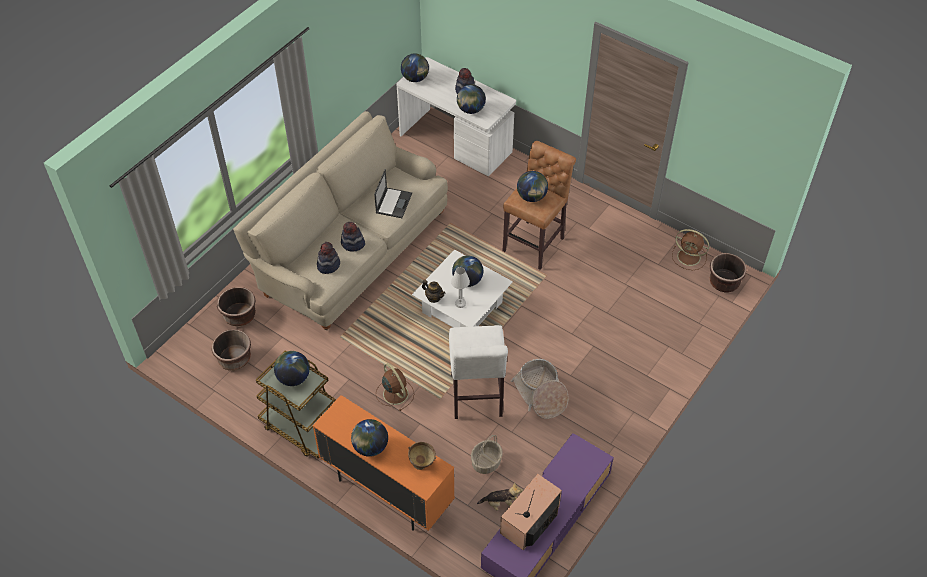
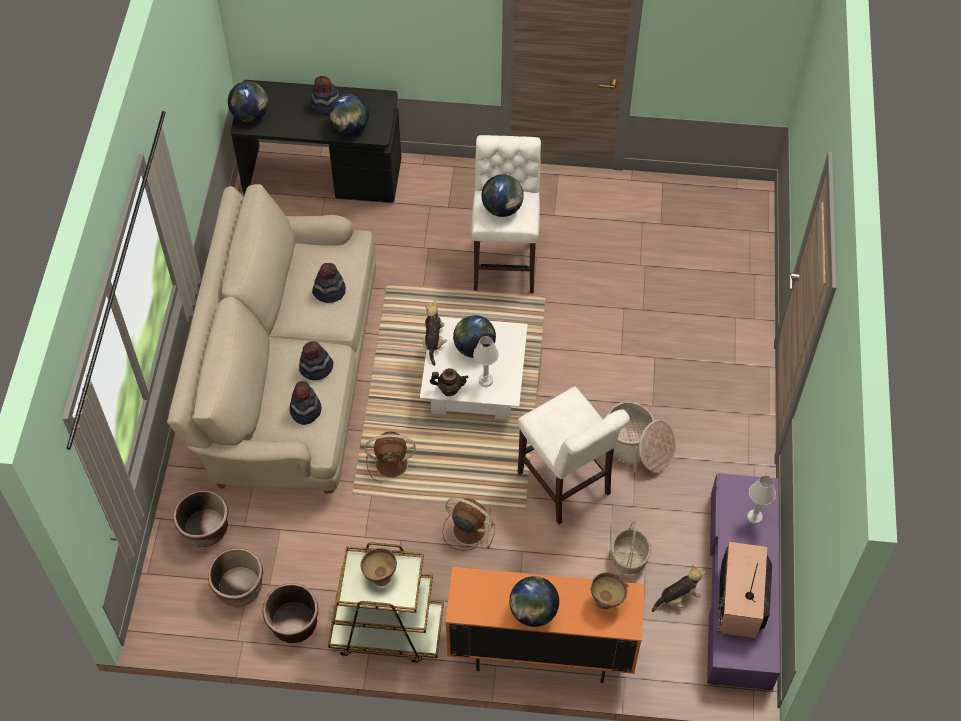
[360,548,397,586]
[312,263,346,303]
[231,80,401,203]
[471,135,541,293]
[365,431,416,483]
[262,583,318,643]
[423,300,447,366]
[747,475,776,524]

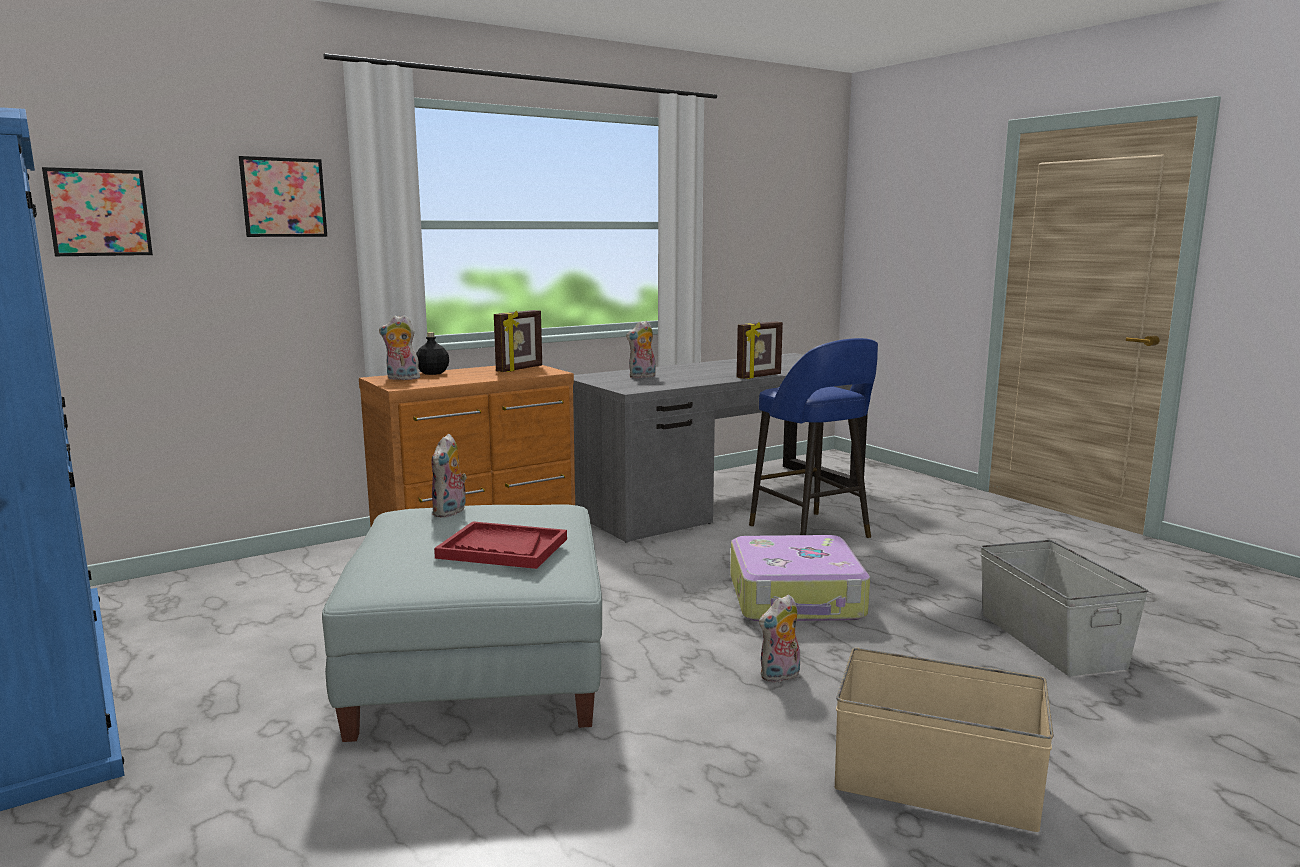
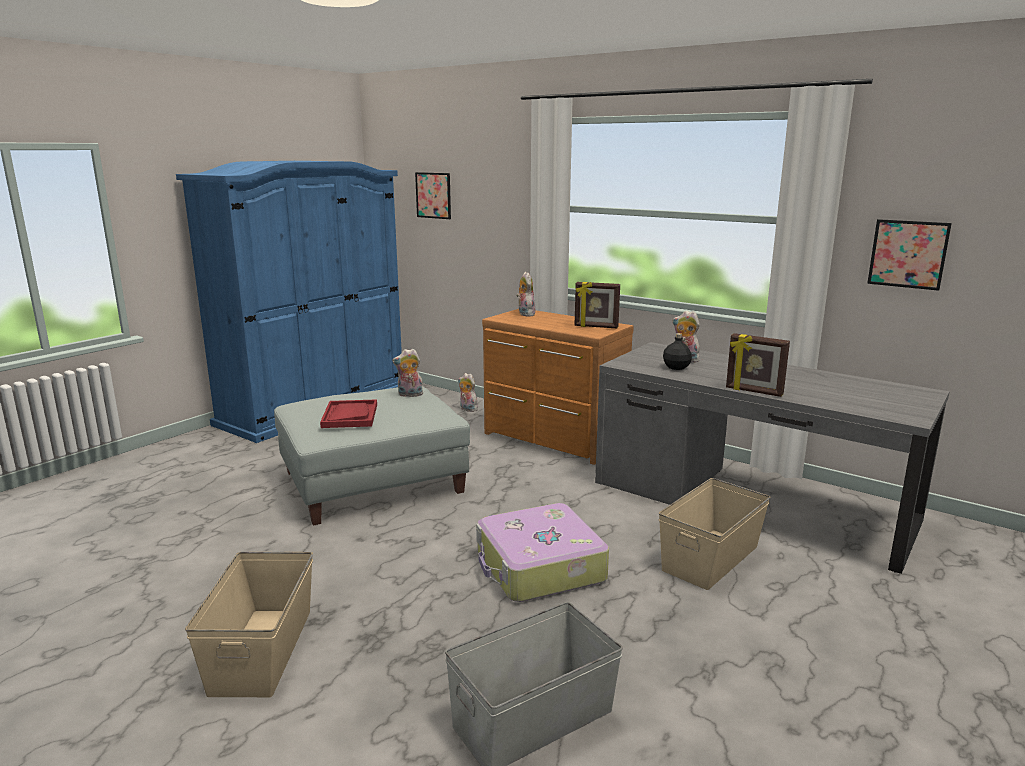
[867,219,952,291]
[663,333,692,370]
[659,478,771,590]
[458,373,479,412]

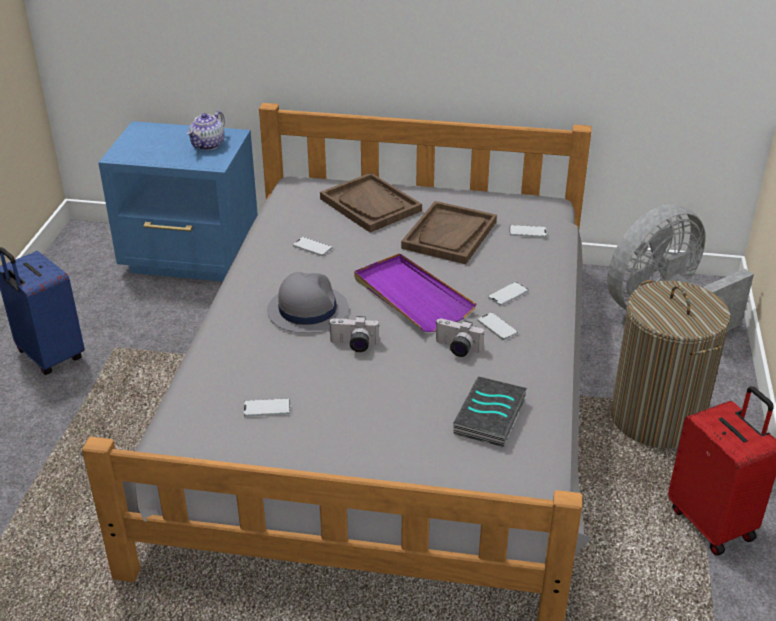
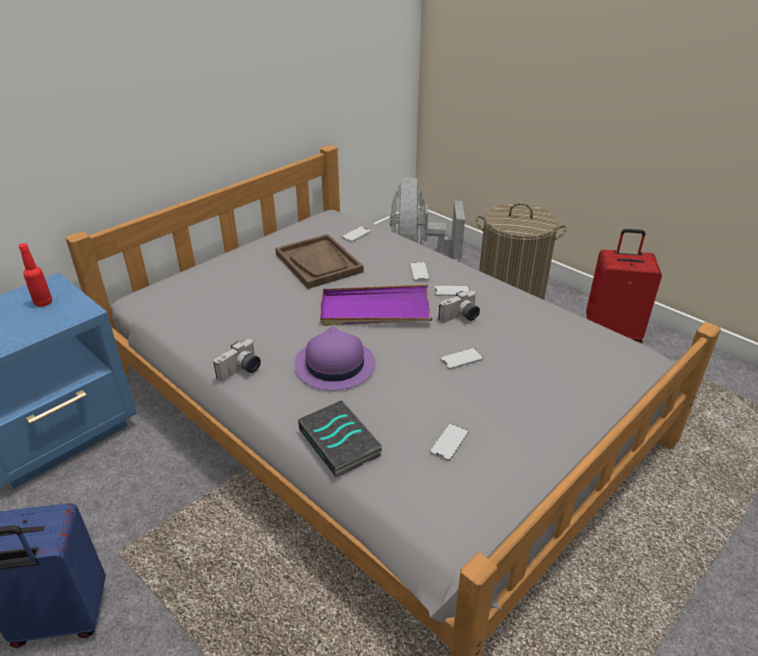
[19,243,52,307]
[294,326,376,390]
[440,348,483,369]
[320,173,422,233] (first image)
[213,339,261,381]
[298,400,382,478]

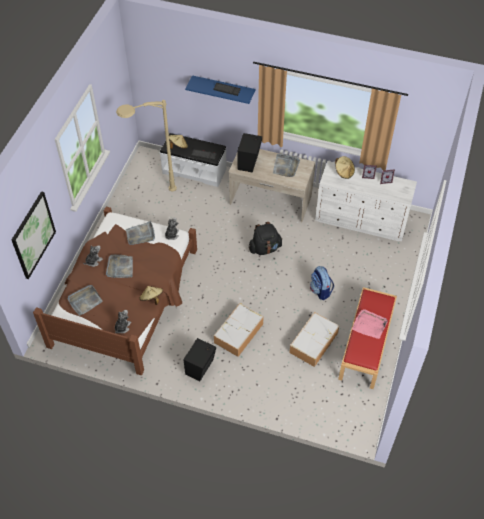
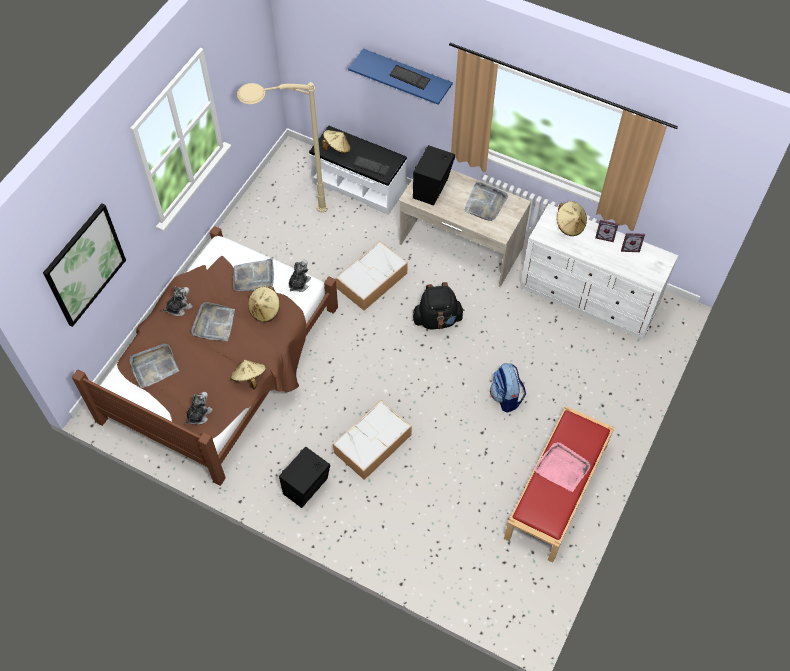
[336,241,408,311]
[248,286,280,322]

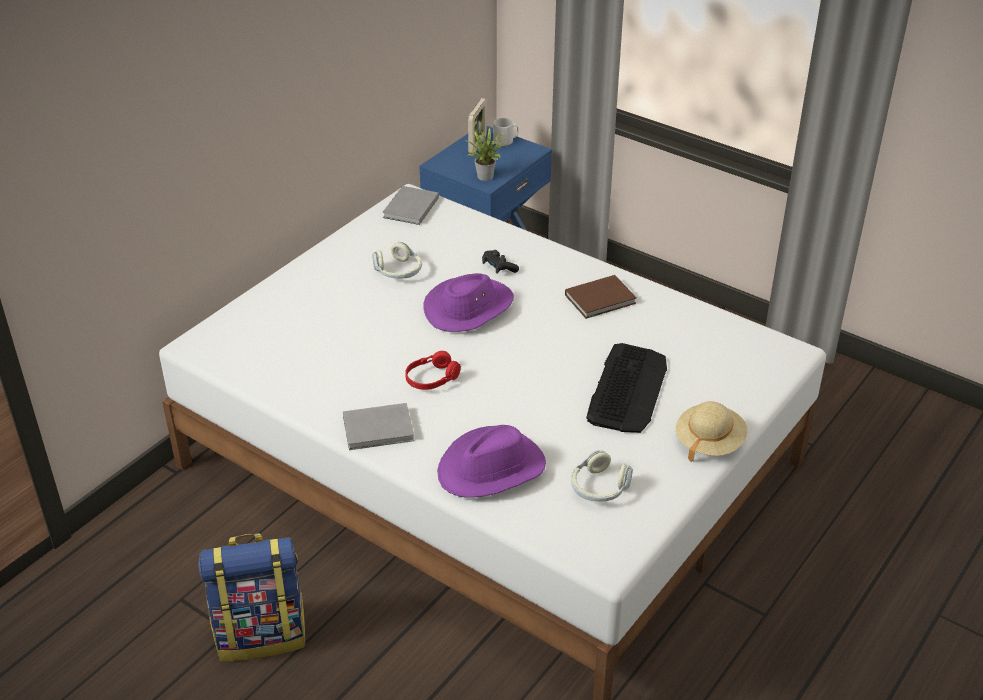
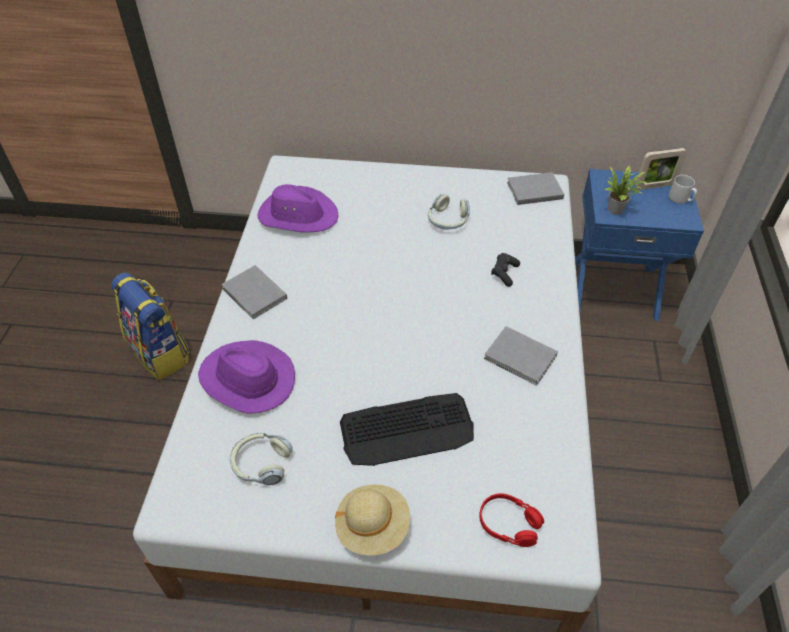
[479,493,544,547]
[258,184,339,232]
[484,326,558,386]

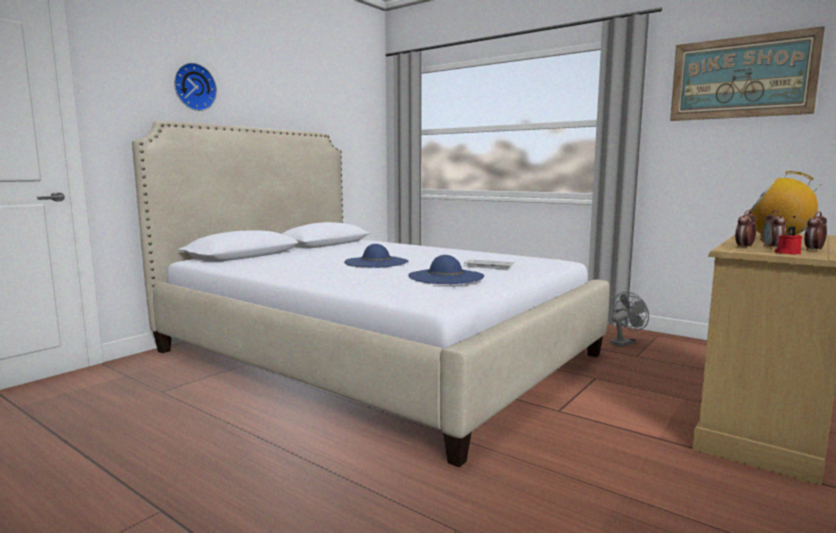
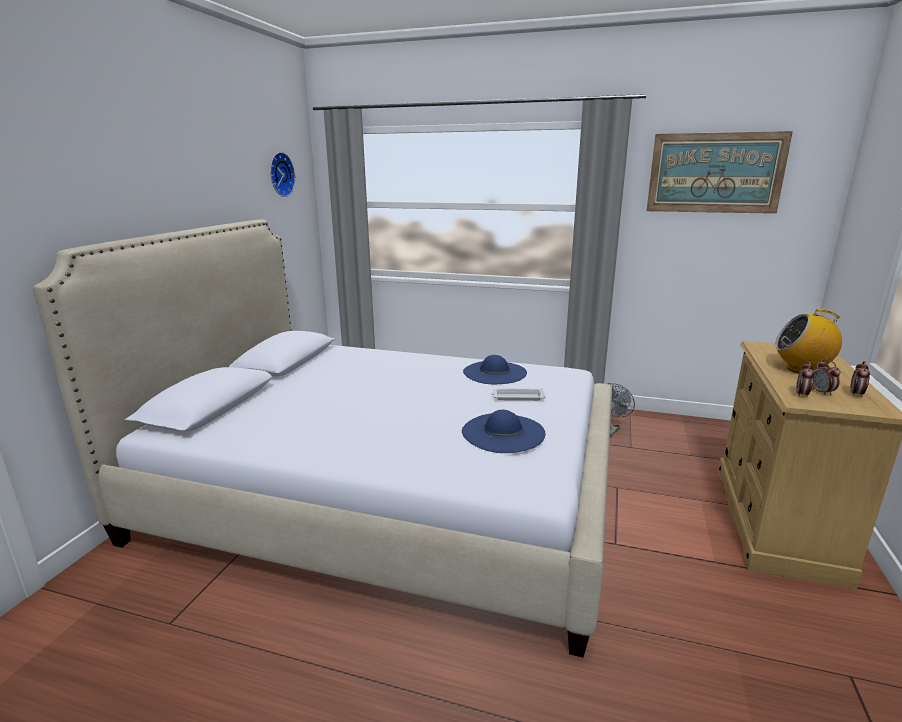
[270,152,295,197]
[463,355,527,384]
[775,226,802,255] (first image)

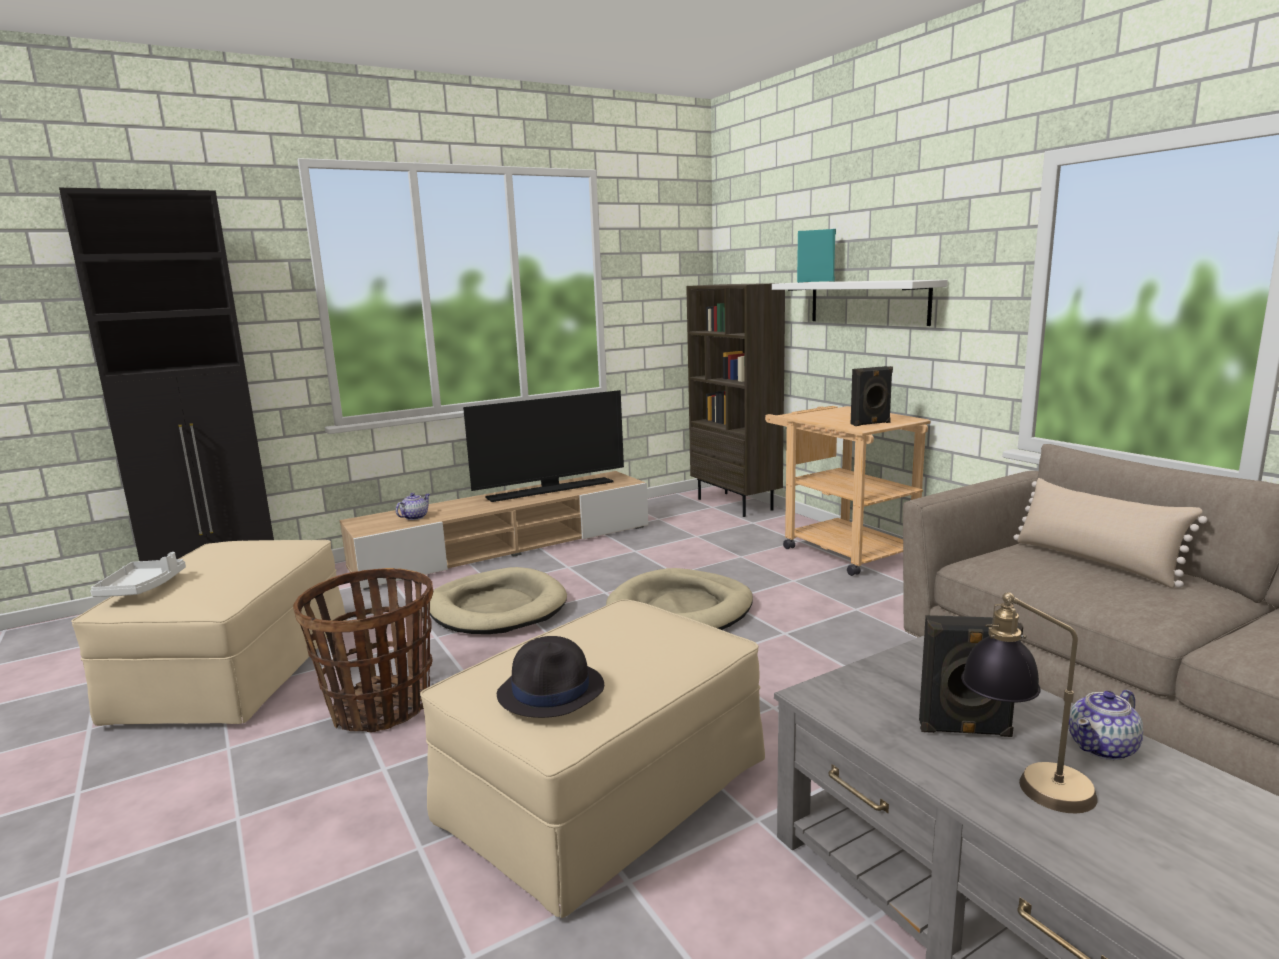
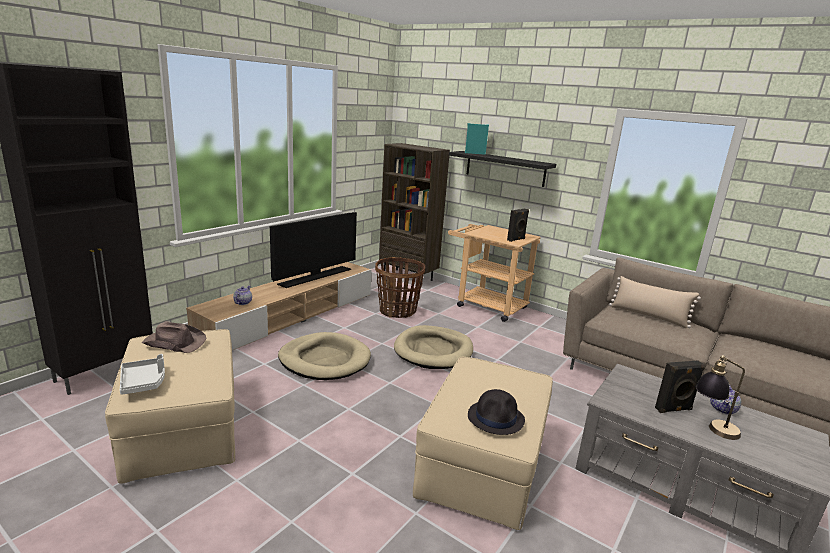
[375,257,425,318]
[449,151,556,187]
[142,321,207,353]

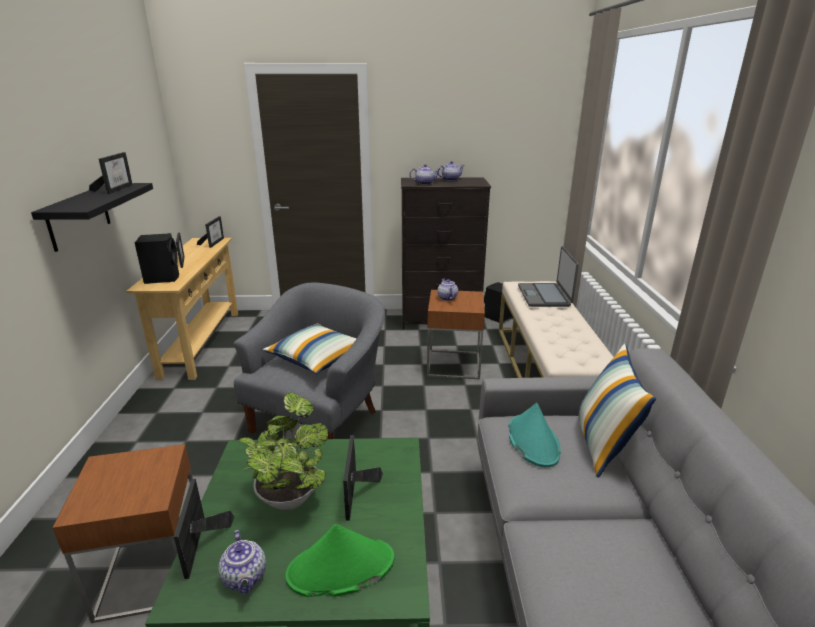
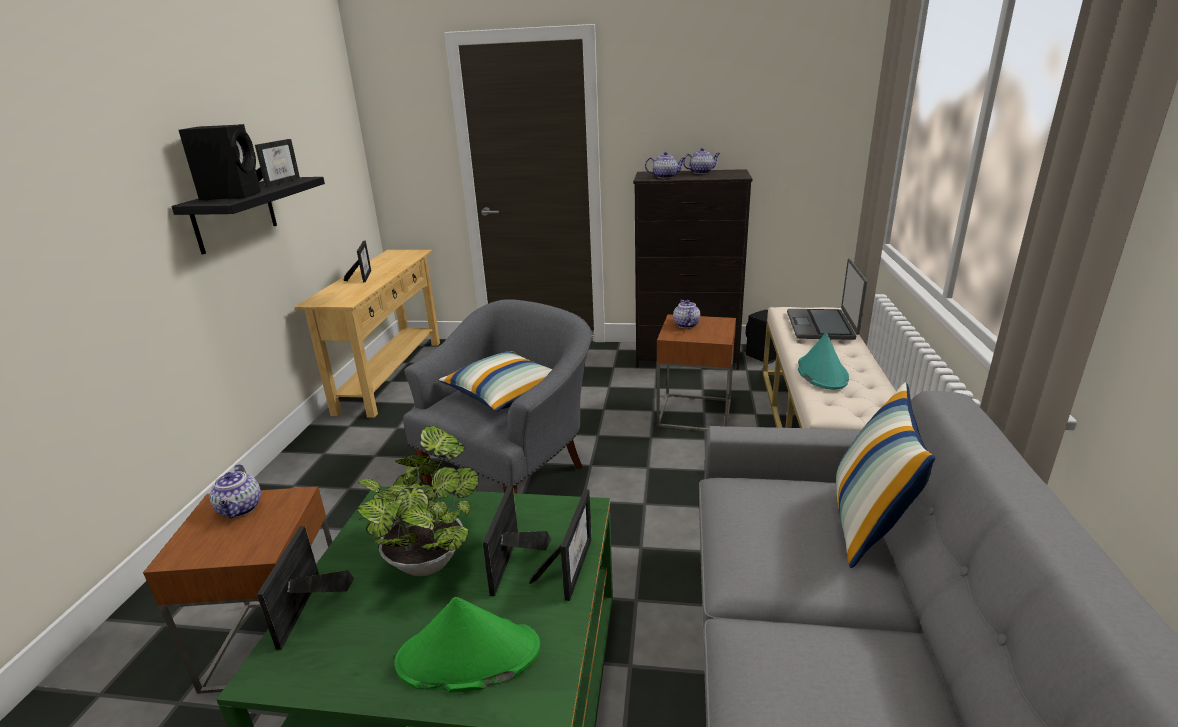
[179,124,261,201]
[529,489,592,601]
[210,464,261,518]
[798,333,849,390]

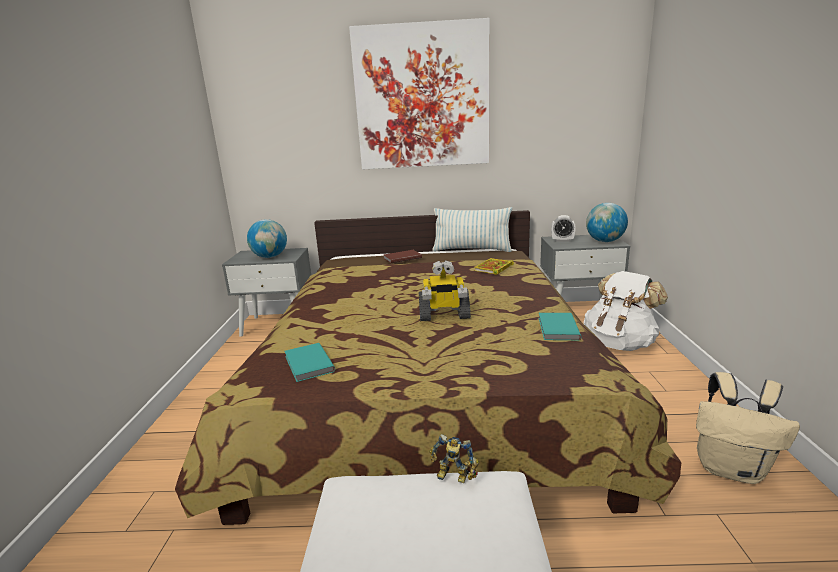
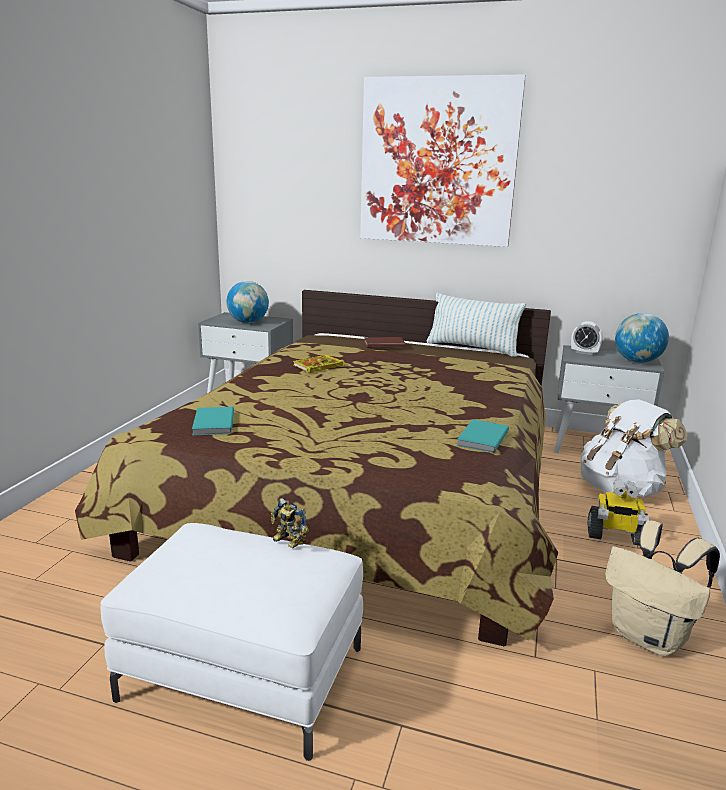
[587,480,649,545]
[293,355,345,373]

